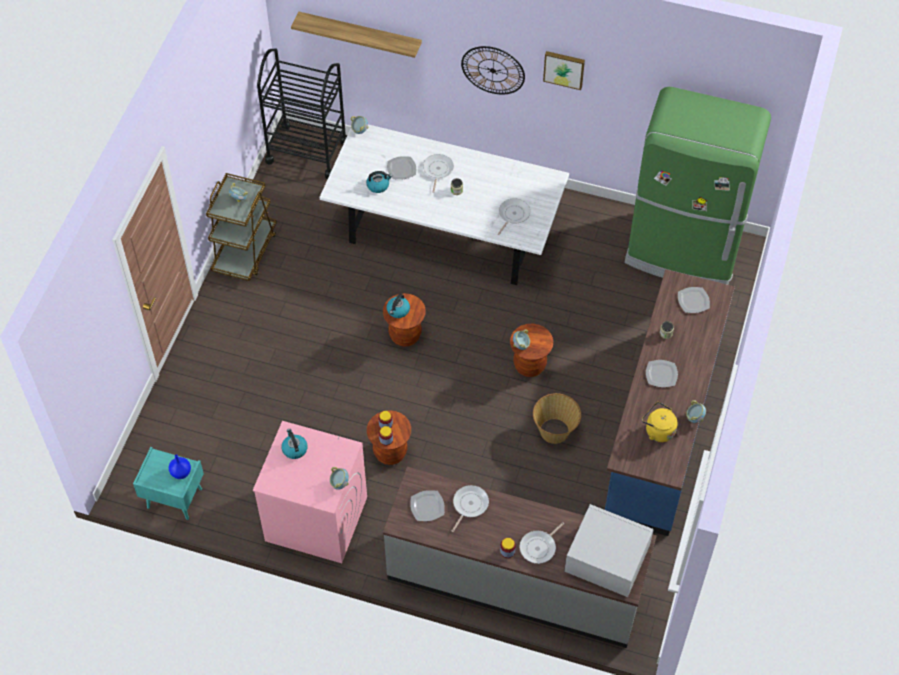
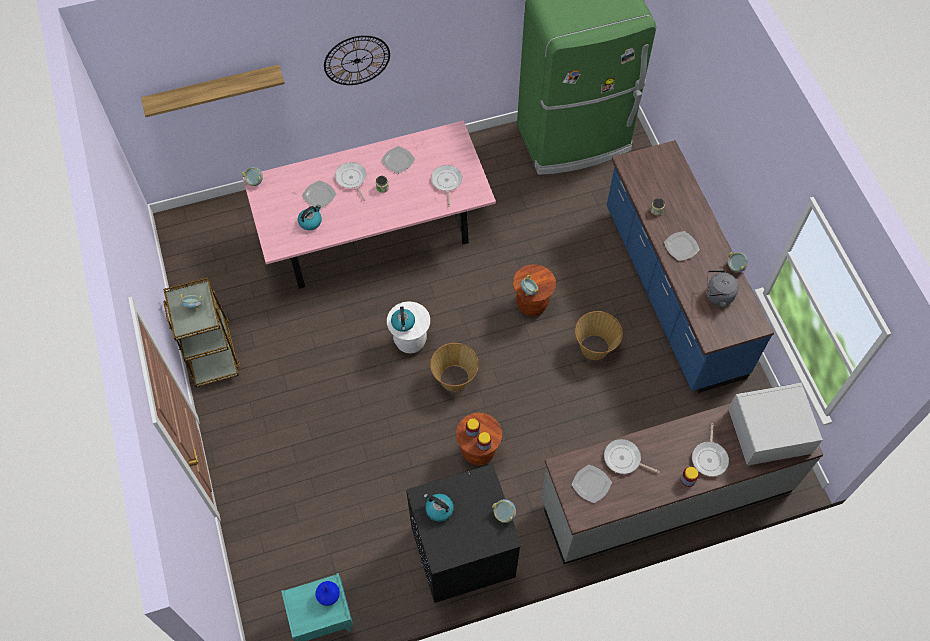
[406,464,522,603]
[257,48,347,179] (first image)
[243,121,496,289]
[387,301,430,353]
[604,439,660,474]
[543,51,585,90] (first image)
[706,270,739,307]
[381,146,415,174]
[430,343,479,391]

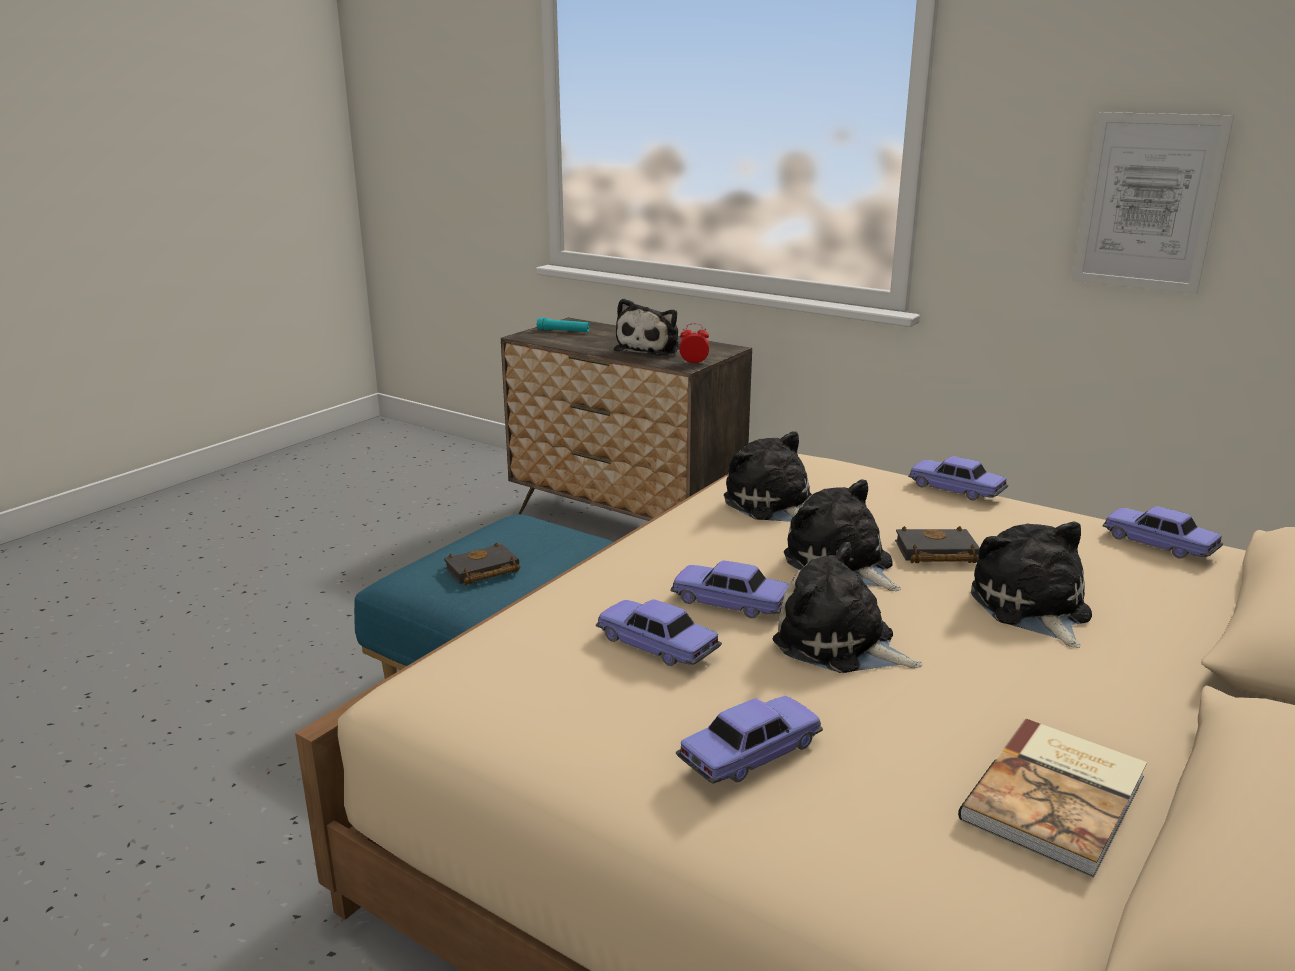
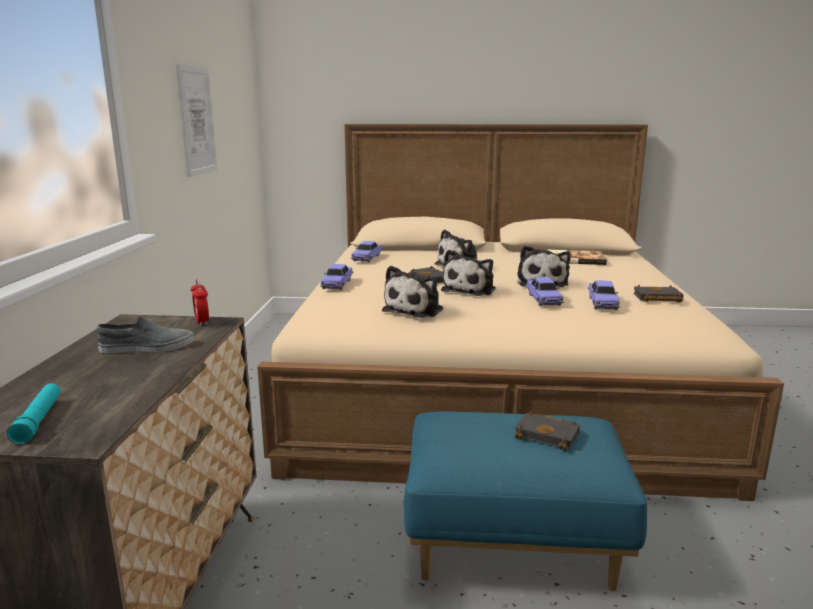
[97,316,194,353]
[676,696,823,784] (first image)
[634,285,683,302]

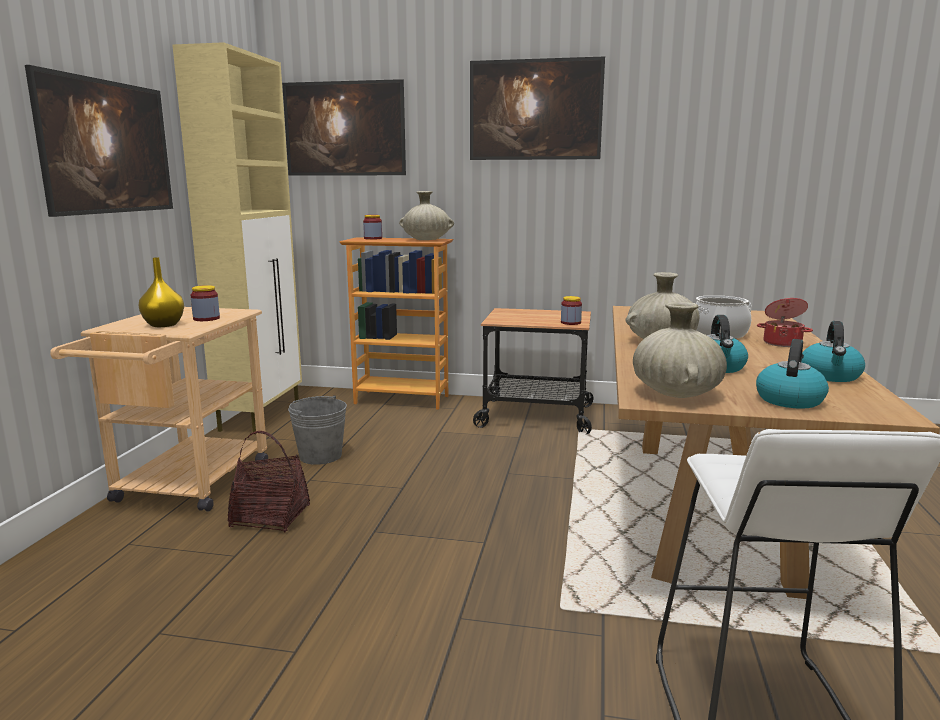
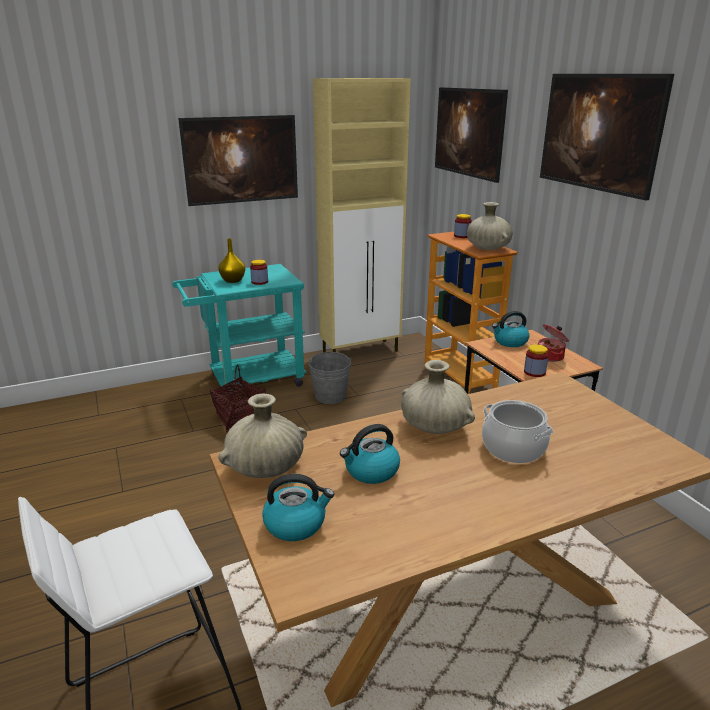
[172,264,306,400]
[538,324,569,362]
[492,311,530,347]

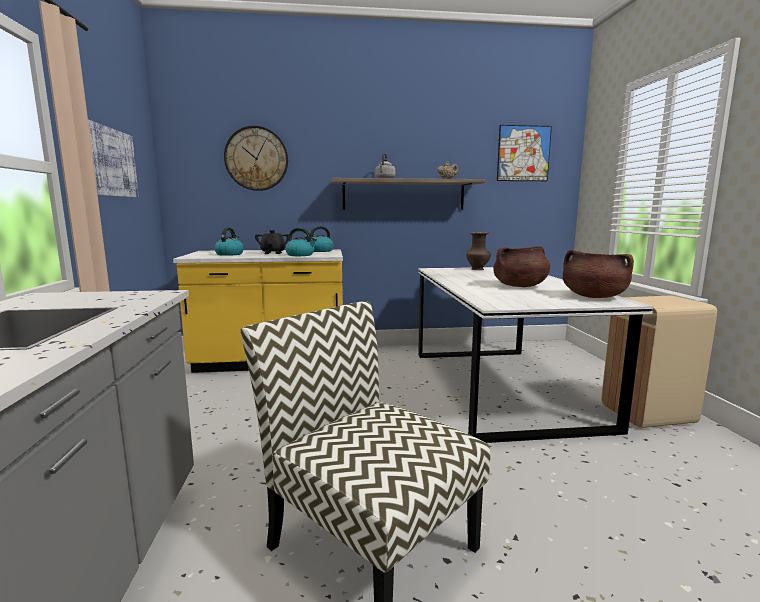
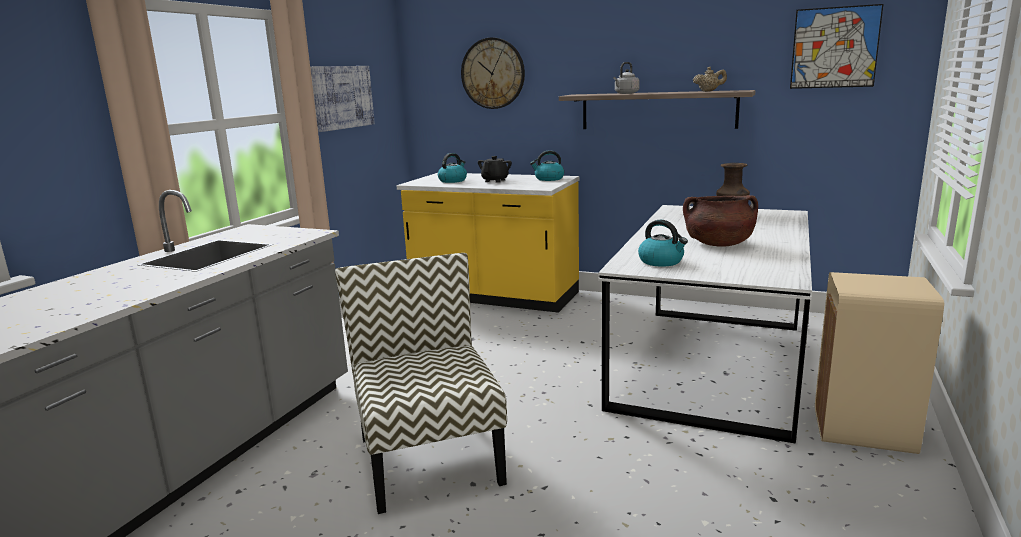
[638,220,688,267]
[563,250,634,298] (first image)

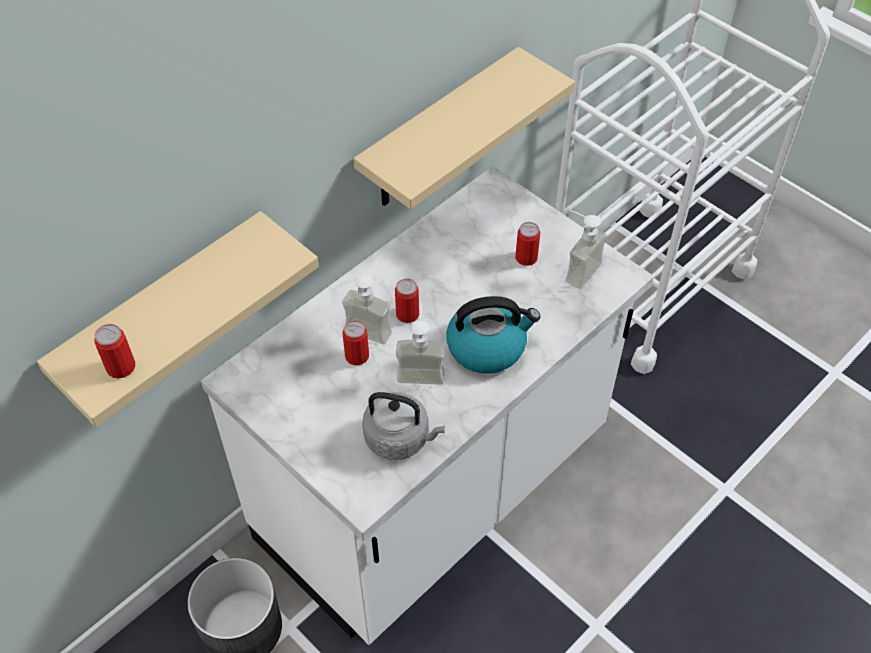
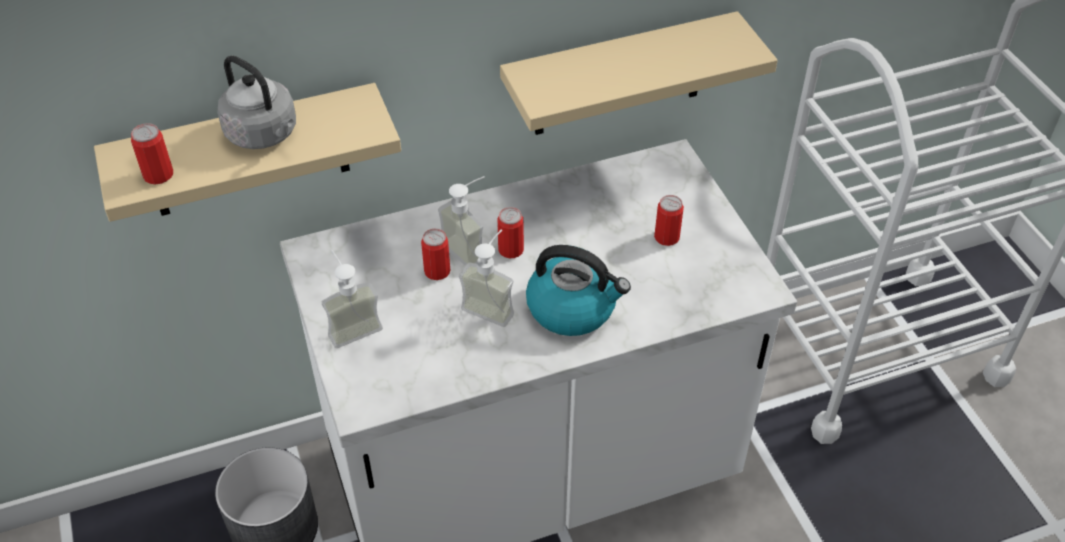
[217,55,296,149]
[322,250,383,348]

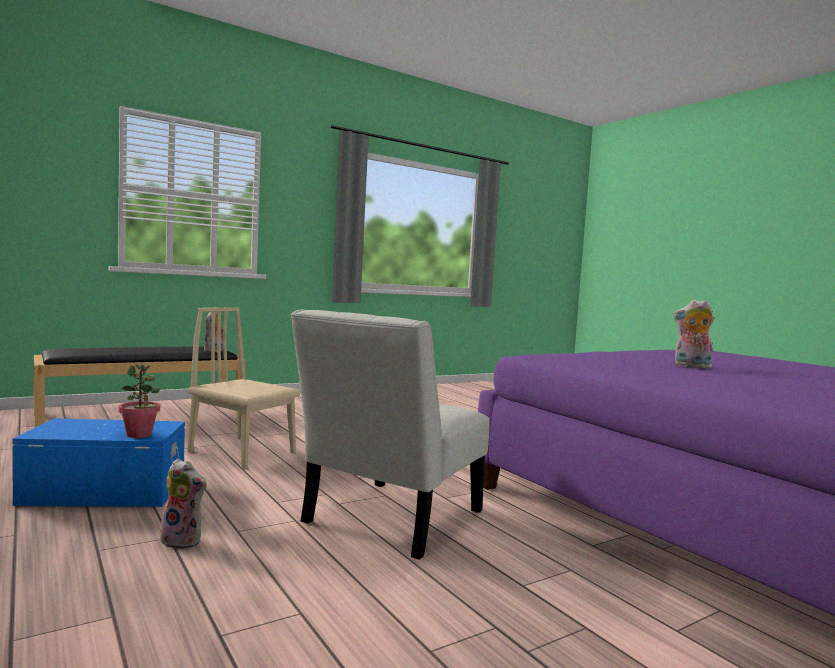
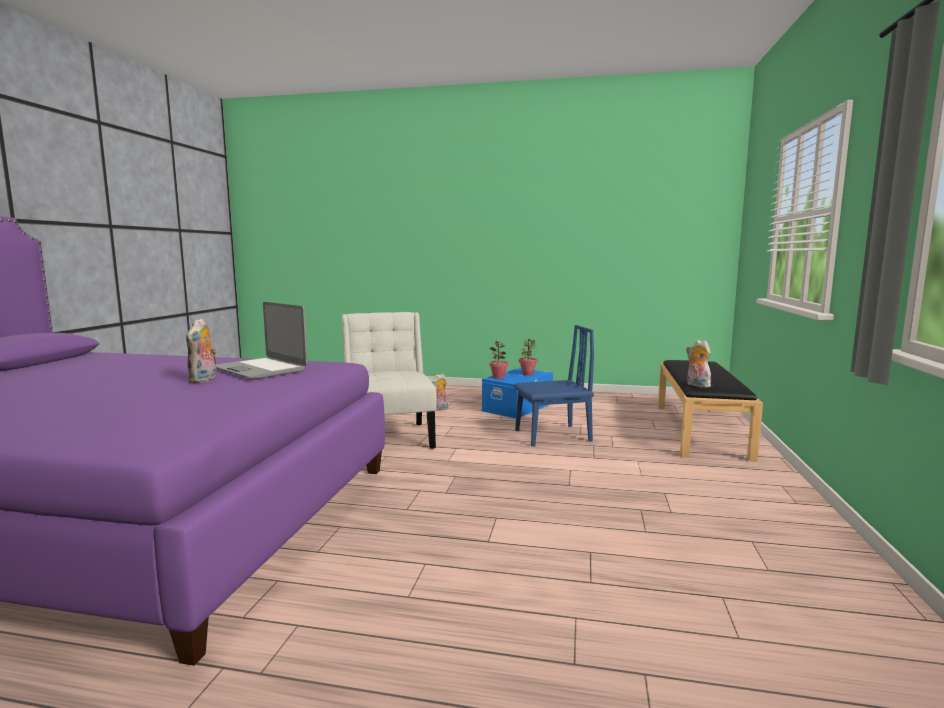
[514,325,594,447]
[186,318,217,383]
[216,302,308,379]
[519,339,537,375]

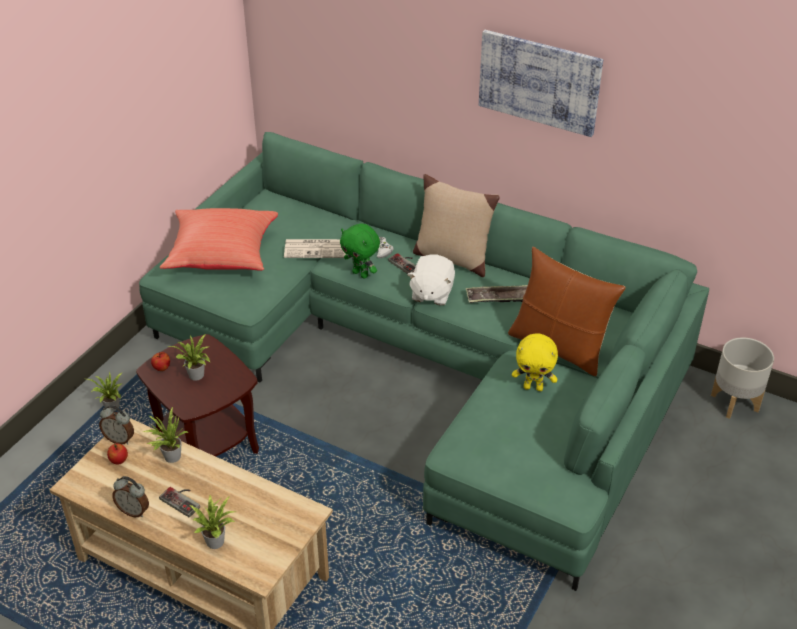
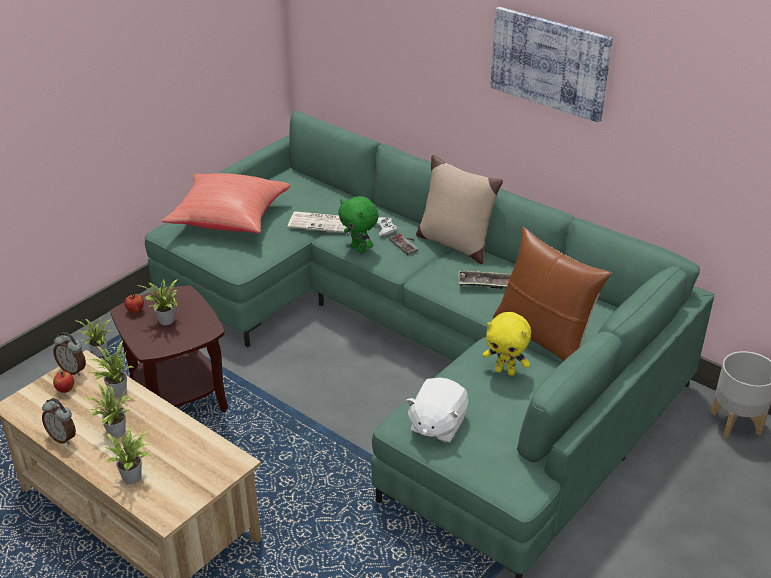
[83,381,132,438]
[406,378,468,443]

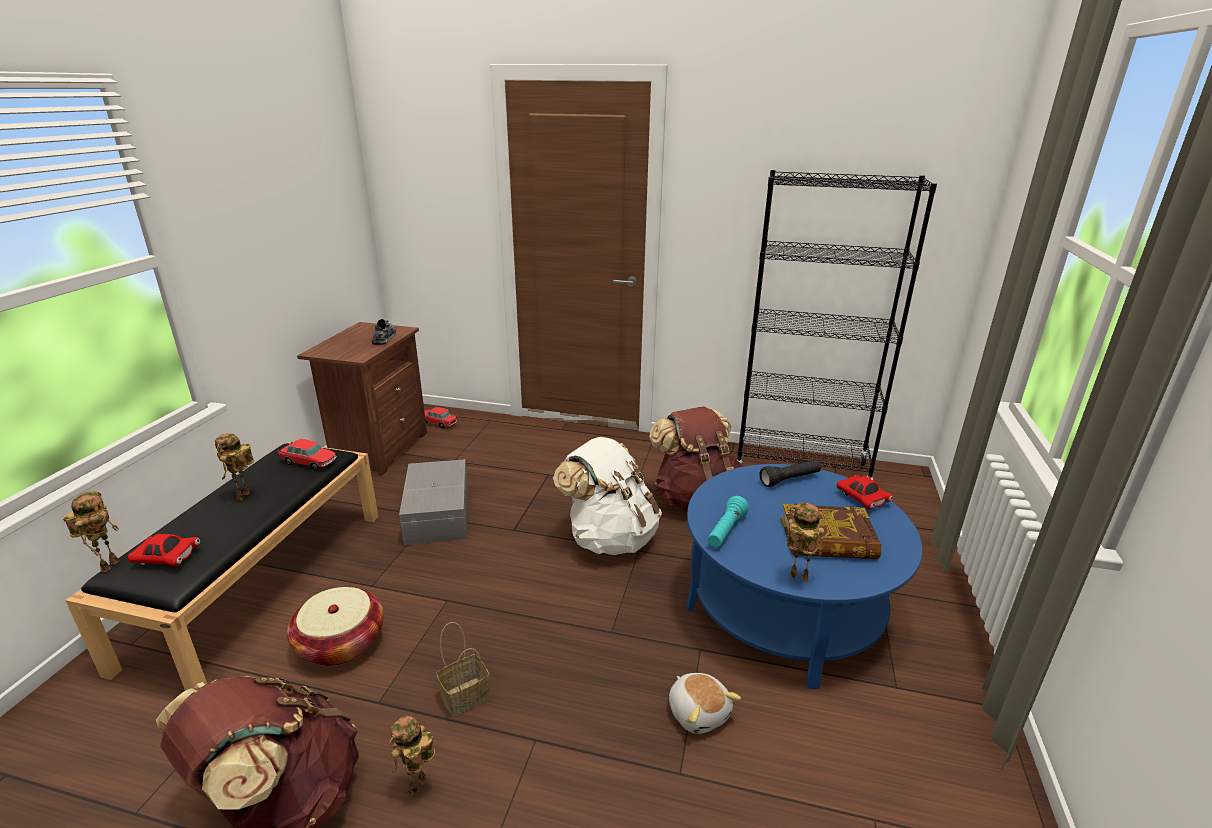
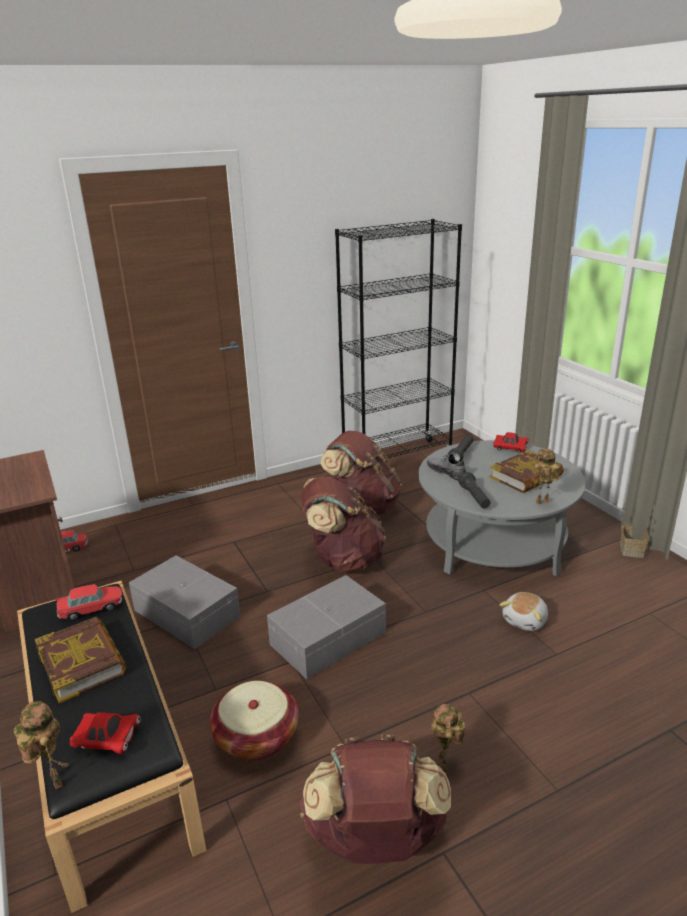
[70,712,140,754]
[35,617,127,703]
[427,454,466,480]
[620,503,654,558]
[301,477,386,572]
[500,592,548,631]
[418,440,585,576]
[458,472,491,508]
[267,575,386,679]

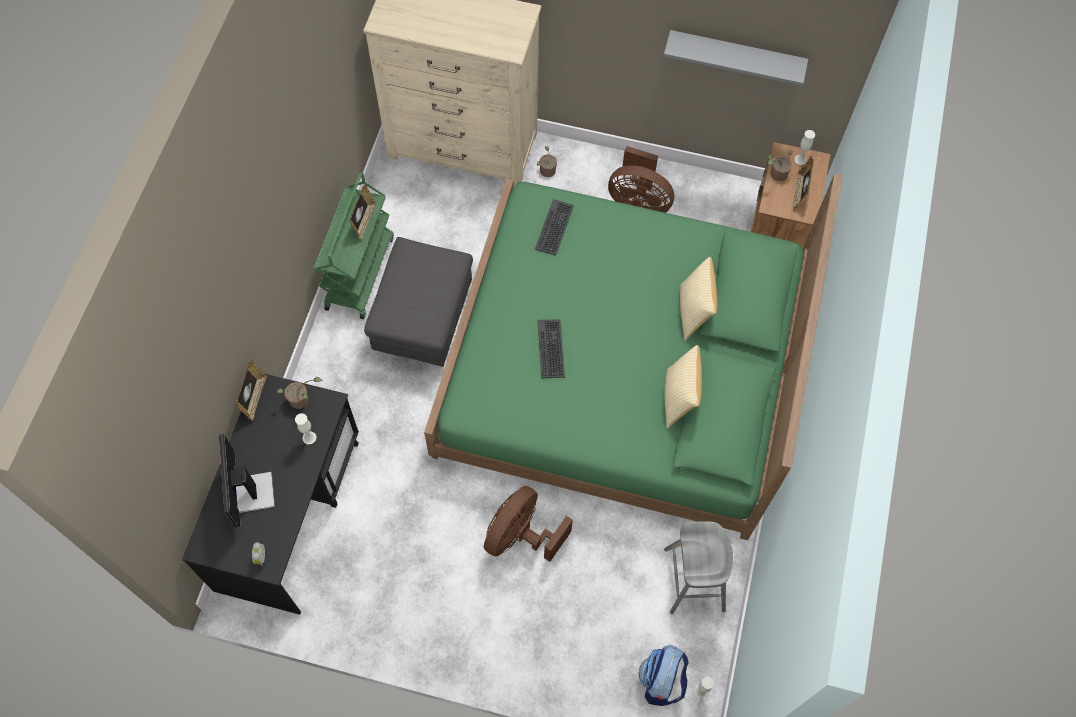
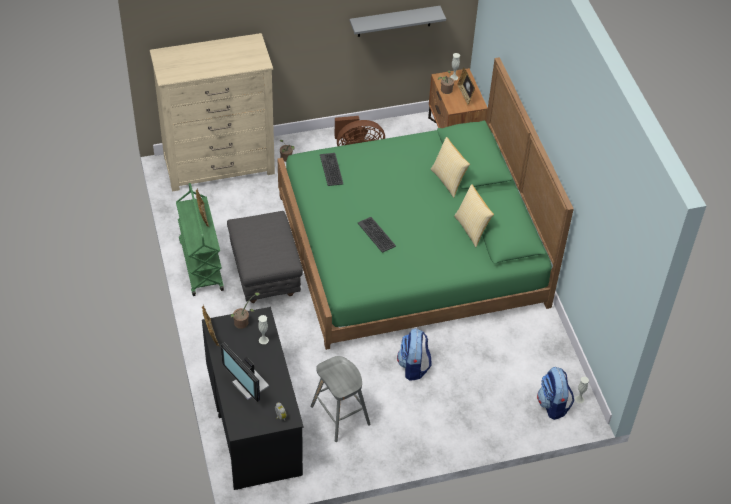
[397,329,431,381]
[311,356,371,442]

